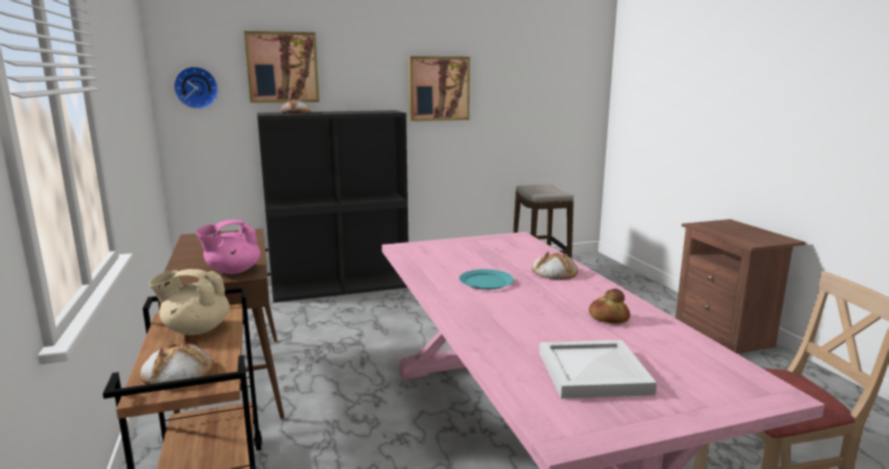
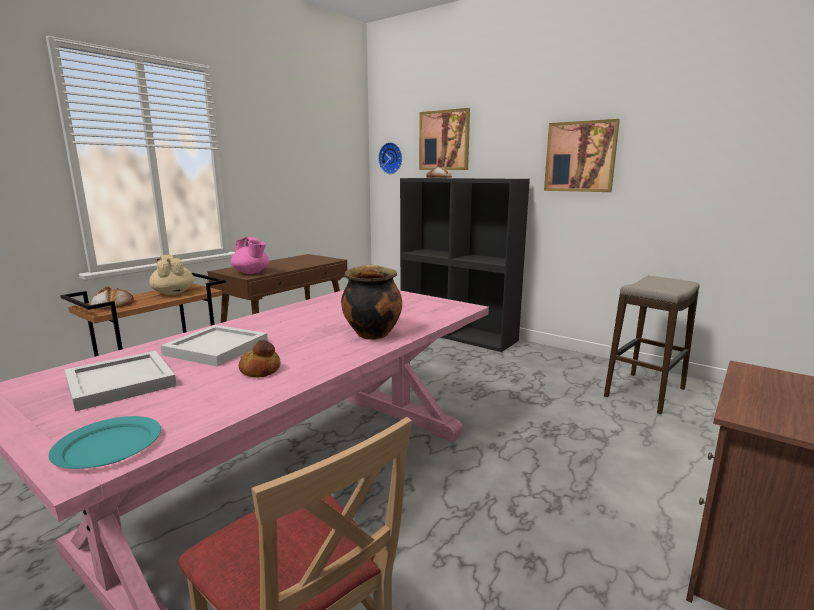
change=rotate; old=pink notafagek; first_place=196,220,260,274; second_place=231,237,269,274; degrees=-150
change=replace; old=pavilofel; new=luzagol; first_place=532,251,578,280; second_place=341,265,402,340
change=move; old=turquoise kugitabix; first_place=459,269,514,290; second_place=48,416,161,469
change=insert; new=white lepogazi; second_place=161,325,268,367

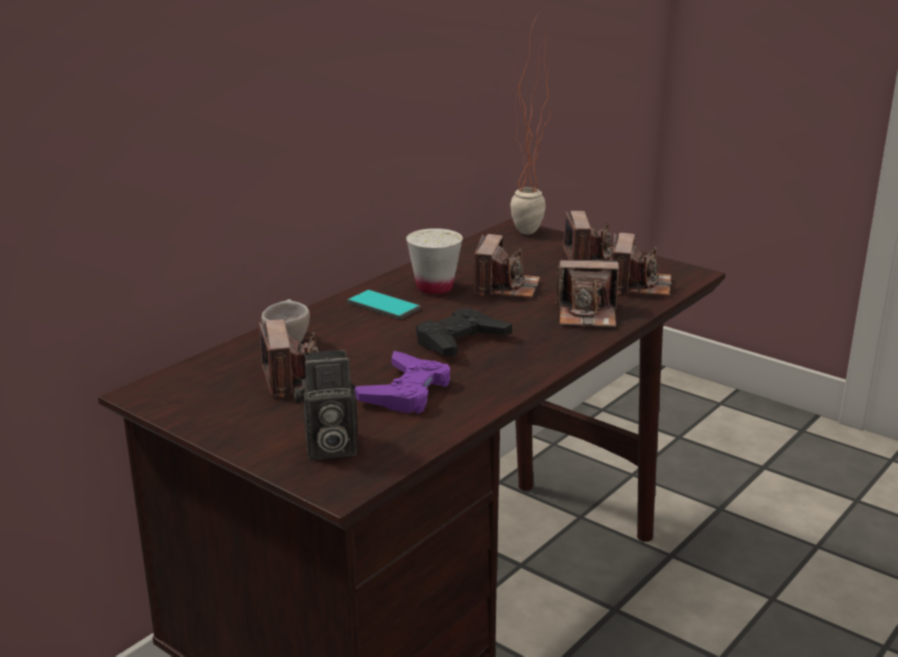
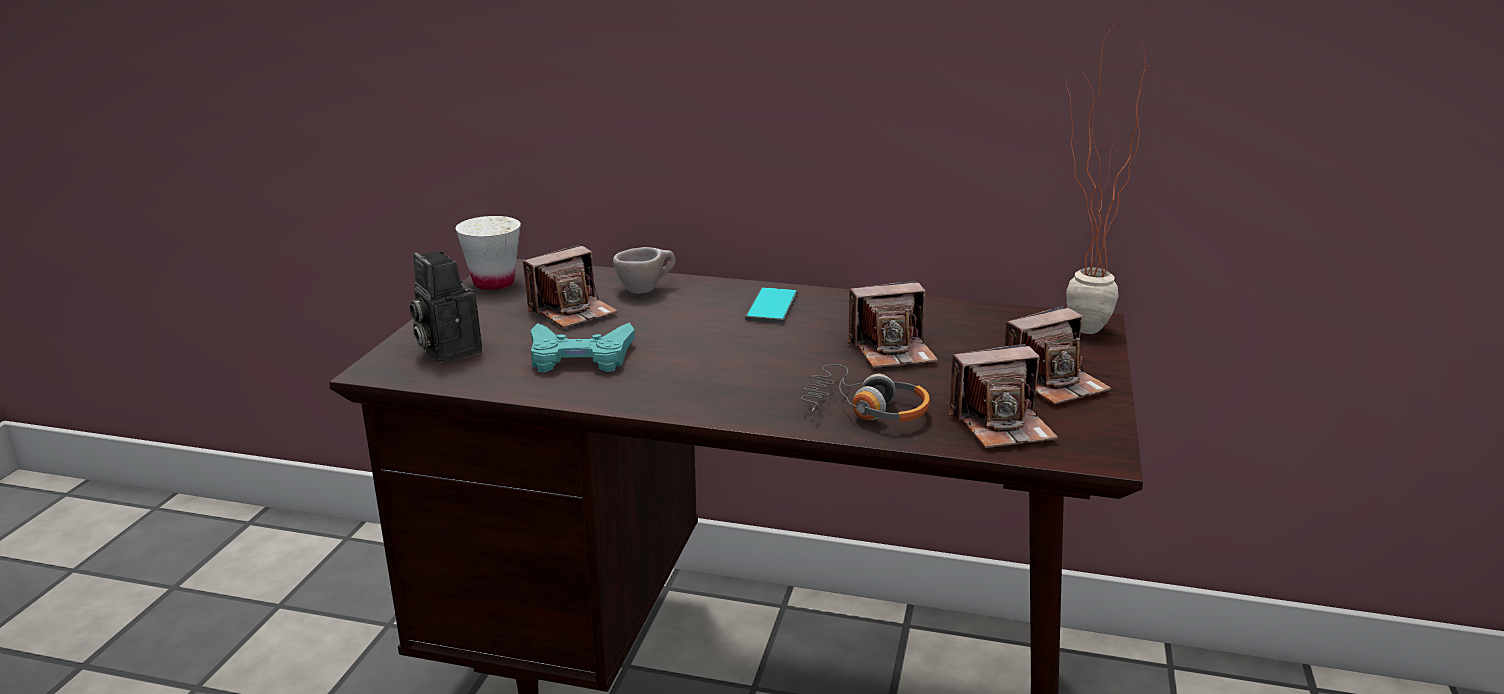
change=move; old=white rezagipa; first_place=406,228,463,295; second_place=455,216,521,290
change=replace; old=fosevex; new=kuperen; first_place=555,260,619,327; second_place=801,364,930,422
change=delete; old=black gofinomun; first_place=416,308,512,357
change=recolor; old=purple gofinomun; new=turquoise gofinomun; first_place=355,351,450,414; second_place=531,323,635,373

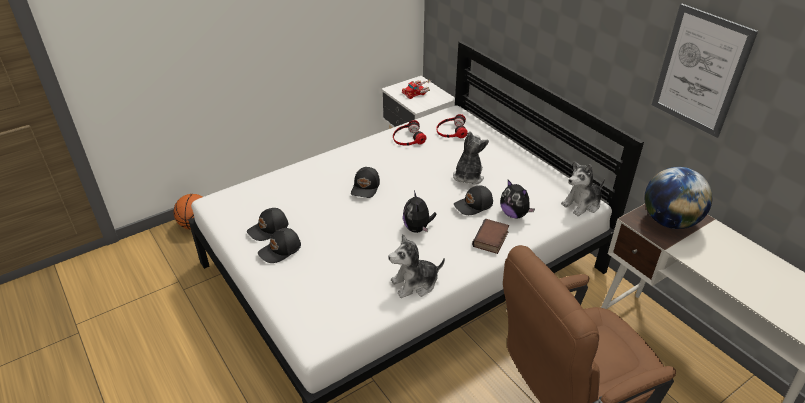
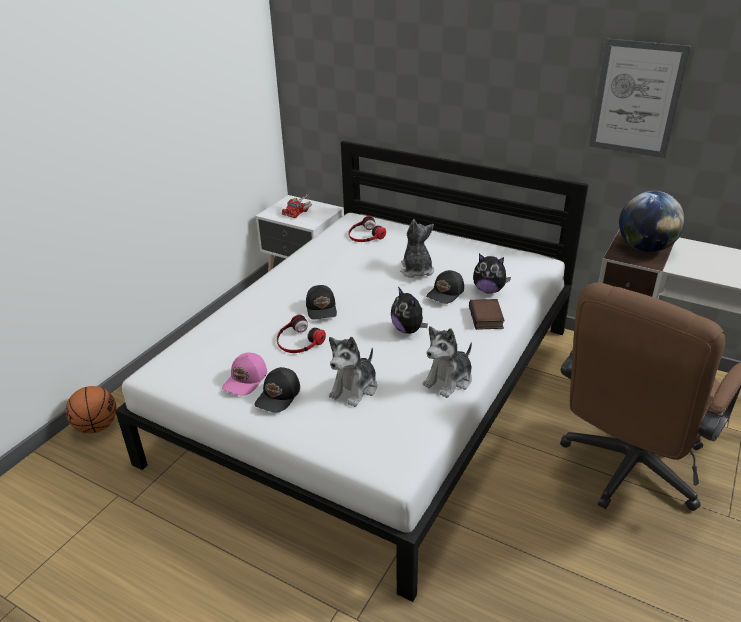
change=move; old=kuperen; first_place=393,120,426,146; second_place=277,315,326,353
change=move; old=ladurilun; first_place=561,161,605,216; second_place=329,337,377,407
change=recolor; old=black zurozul; new=pink zurozul; first_place=247,208,289,241; second_place=222,352,267,396

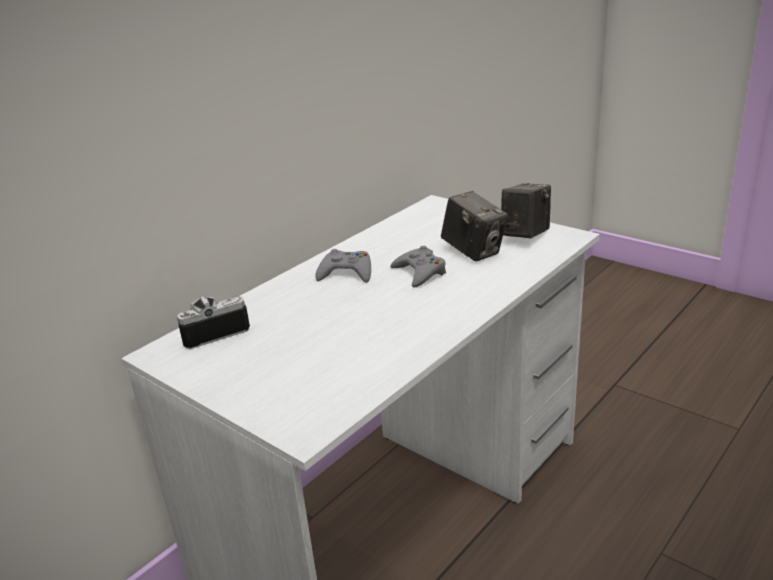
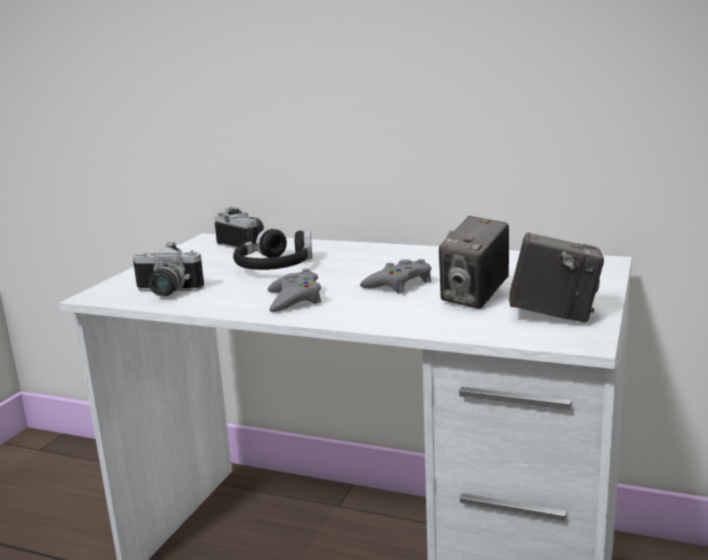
change=move; old=grey gofinomun; first_place=315,249,371,283; second_place=267,269,322,312
change=insert; new=black kuperen; second_place=233,228,312,270
change=insert; new=fosevex; second_place=133,242,204,296

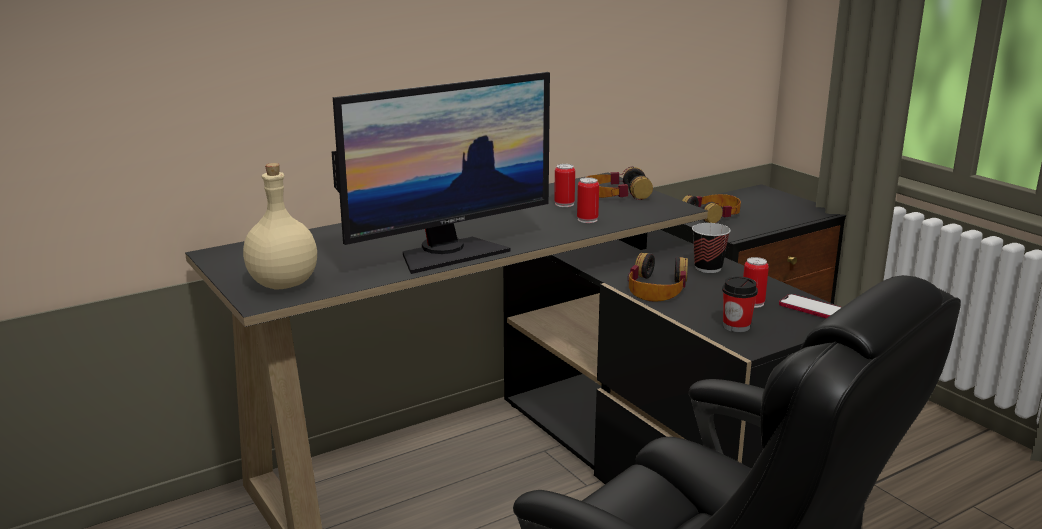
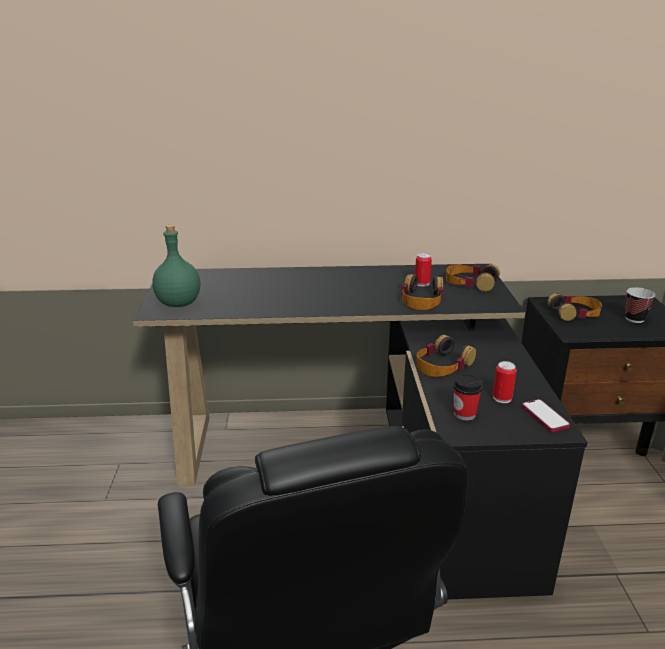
change=delete; old=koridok; first_place=332,72,550,274
change=recolor; old=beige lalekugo; new=green lalekugo; first_place=243,163,317,289; second_place=152,225,200,307
change=replace; old=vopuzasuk; new=kuperen; first_place=577,177,599,223; second_place=401,274,443,310
change=move; old=rezagipa; first_place=692,223,731,273; second_place=625,287,655,323

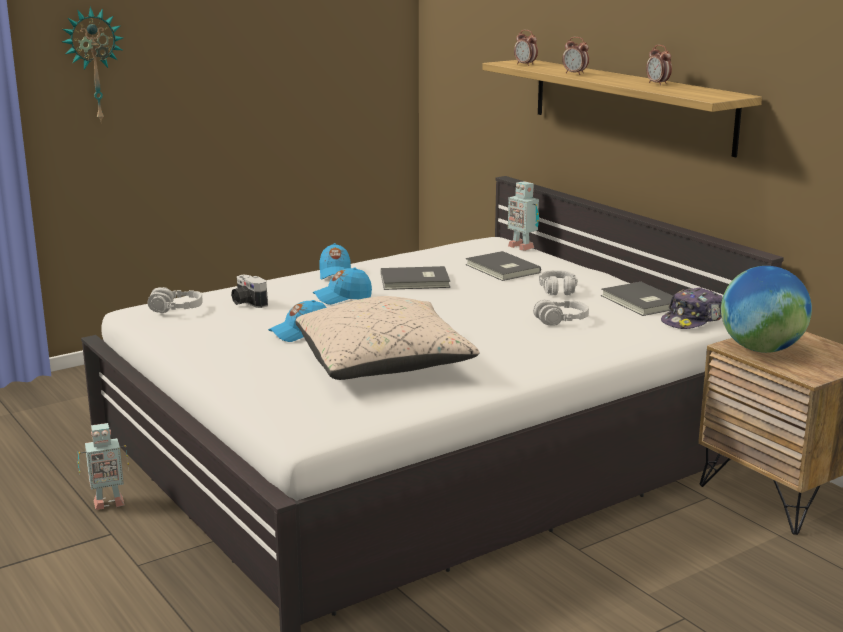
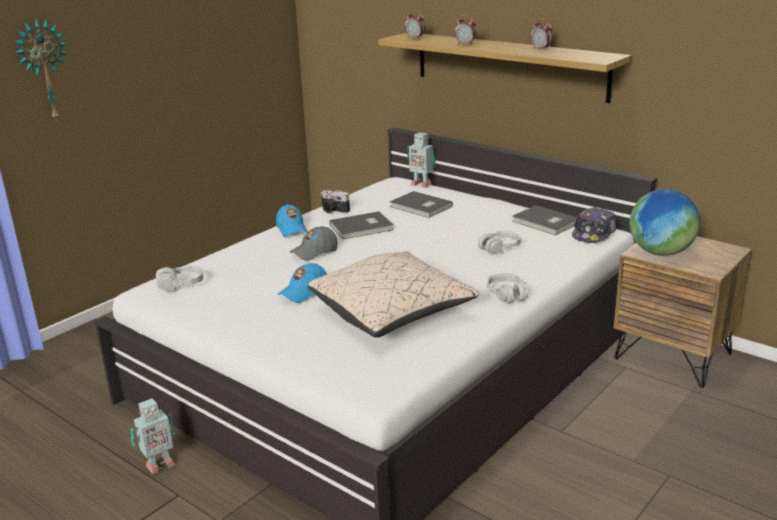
change=recolor; old=blue zurozul; new=grey zurozul; first_place=313,268,372,305; second_place=290,226,338,261
change=move; old=grey kuperen; first_place=539,270,578,295; second_place=487,273,528,303
change=move; old=fosevex; first_place=231,275,268,308; second_place=321,190,350,213

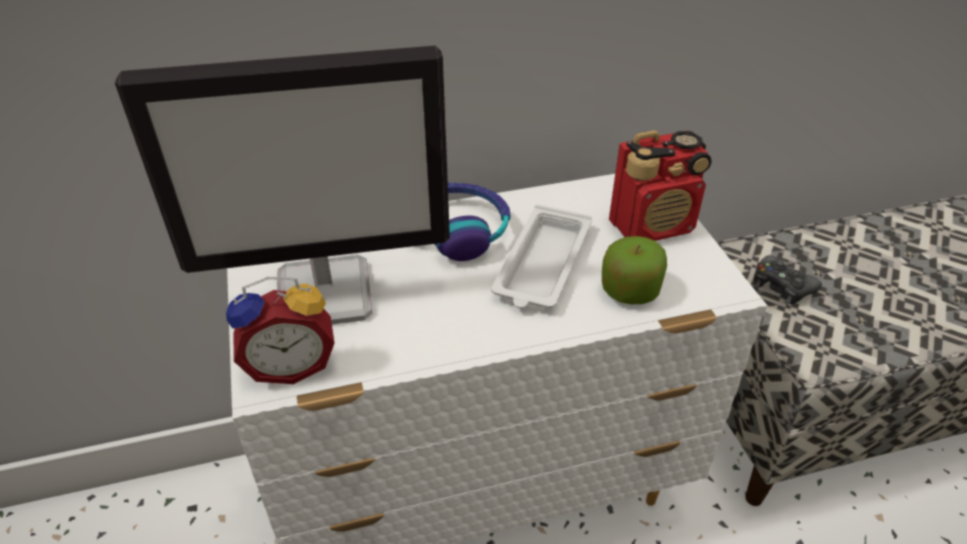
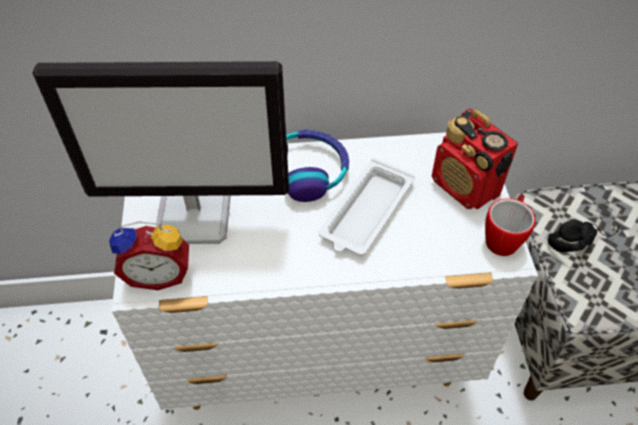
change=rotate; old=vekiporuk; first_place=609,130,712,241; second_place=432,108,518,209; degrees=60
change=delete; old=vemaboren; first_place=602,236,667,304
change=replace; old=black gofinomun; new=black kuperen; first_place=754,255,822,305; second_place=548,220,619,252
change=insert; new=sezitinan; second_place=485,194,535,256

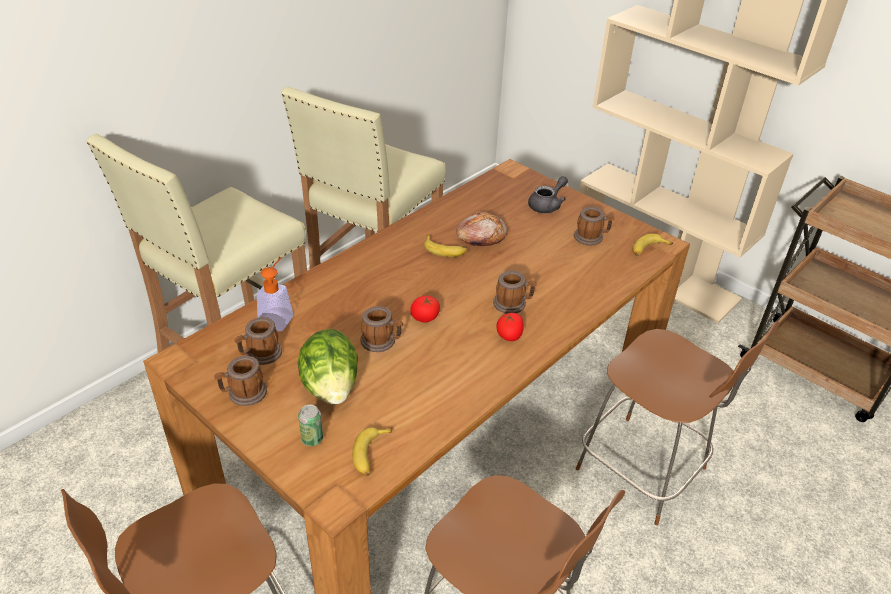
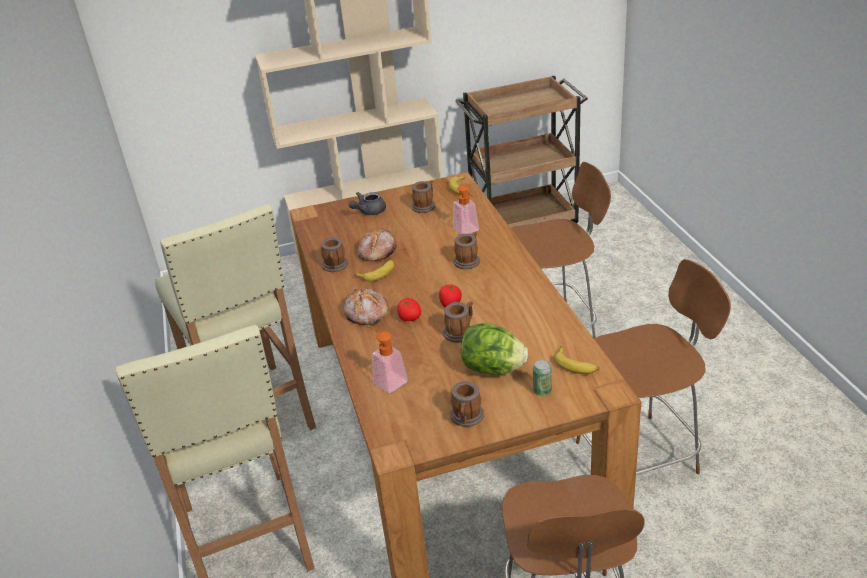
change=rotate; old=grey notafagek; first_place=528,176,568,213; second_place=349,192,386,215; degrees=-120
change=move; old=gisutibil; first_place=496,313,524,341; second_place=397,298,421,321
change=move; old=sezitinan; first_place=235,317,282,365; second_place=321,238,348,272
change=insert; new=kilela; second_place=453,185,479,234
change=insert; new=pavilofel; second_place=343,288,389,325

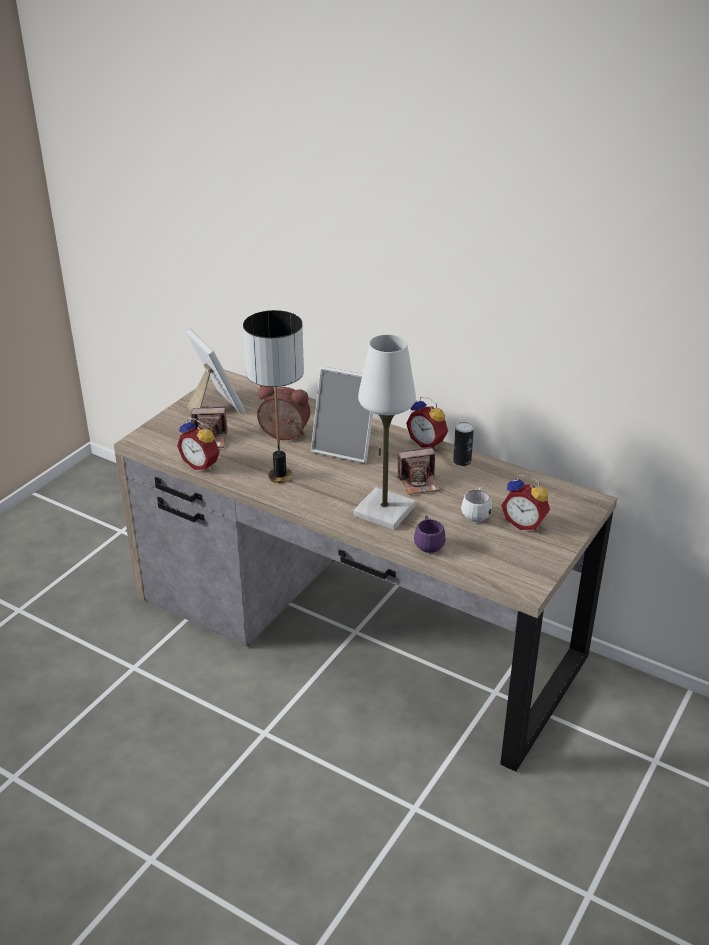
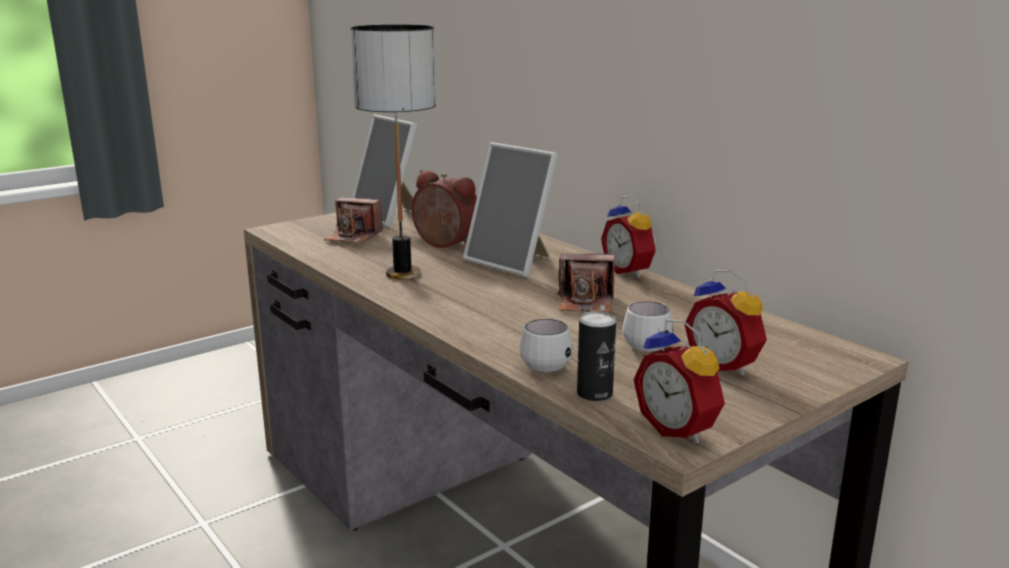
change=rotate; old=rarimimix; first_place=186,329,245,414; second_place=352,114,418,227; degrees=150
change=delete; old=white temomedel; first_place=354,334,416,530
change=move; old=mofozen; first_place=177,418,220,471; second_place=633,319,725,444
change=move; old=vopuzasuk; first_place=453,422,474,466; second_place=577,311,616,401
change=recolor; old=purple sezitinan; new=white sezitinan; first_place=414,515,446,553; second_place=519,319,573,372

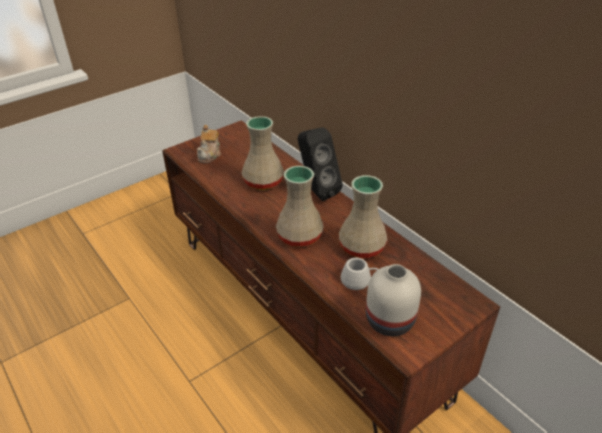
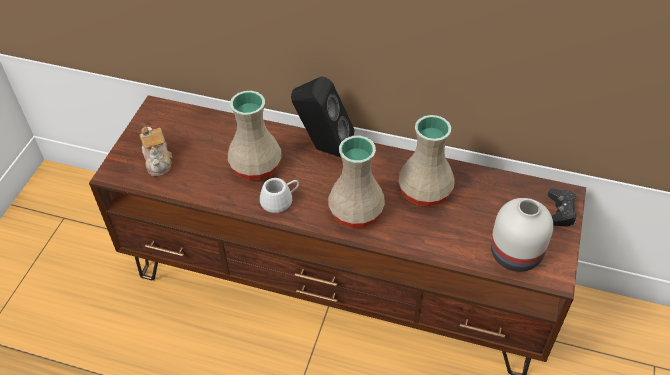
change=move; old=white sezitinan; first_place=341,258,378,290; second_place=260,178,299,213
change=insert; new=black gofinomun; second_place=548,188,577,227

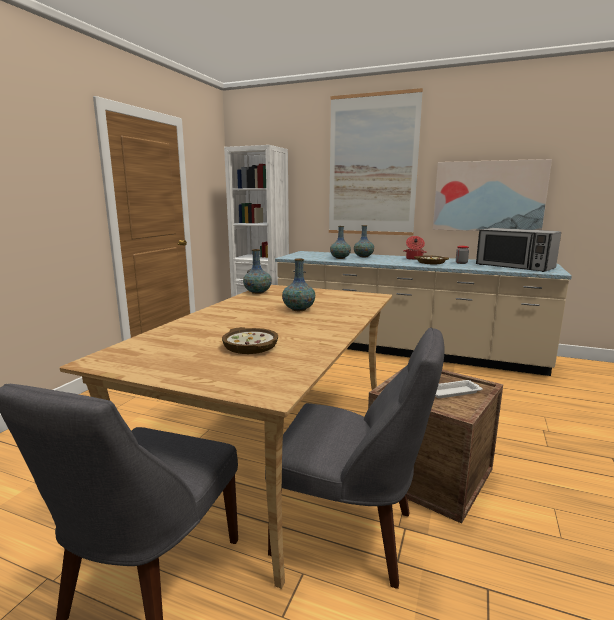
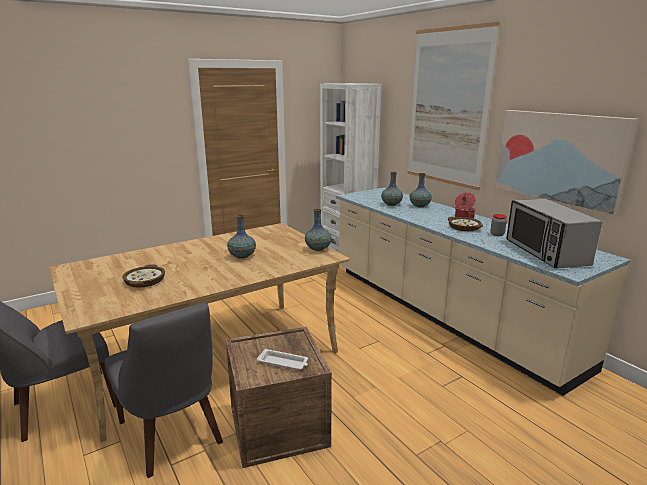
change=move; old=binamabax; first_place=243,249,272,294; second_place=305,209,332,251

